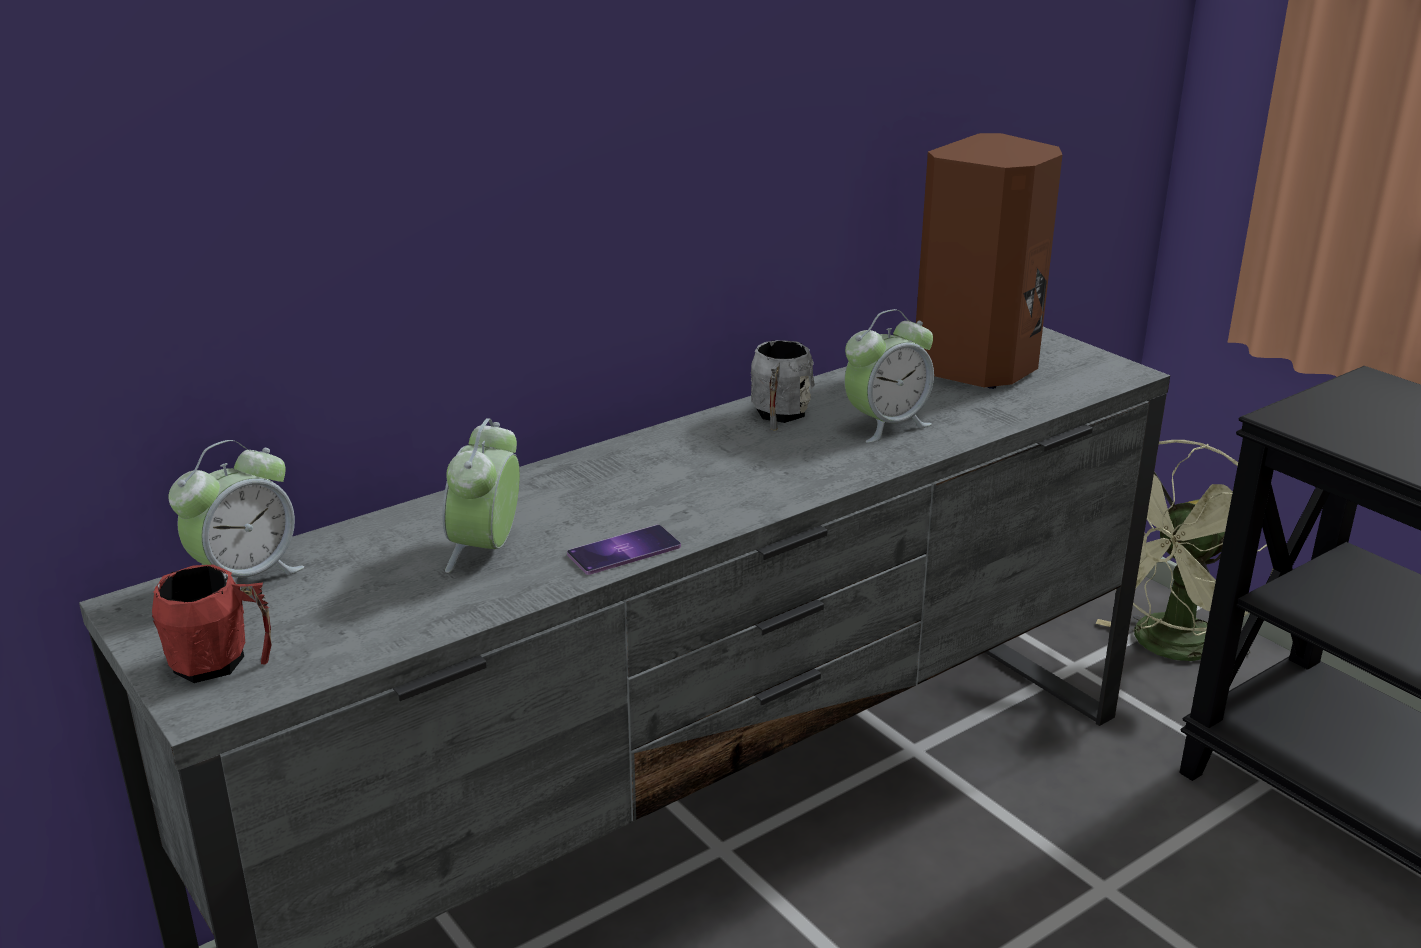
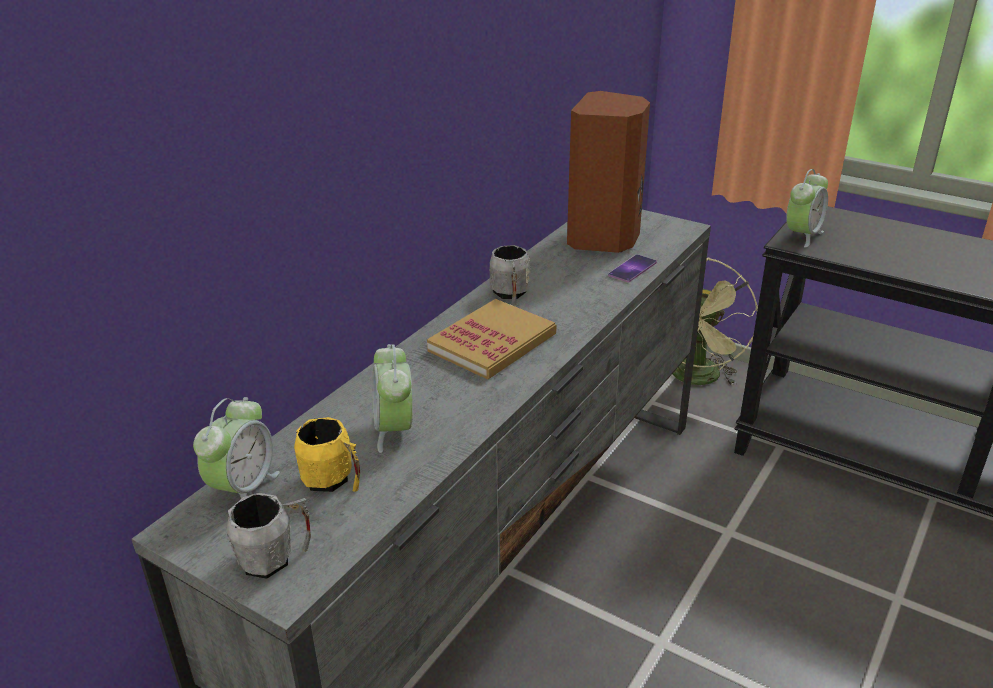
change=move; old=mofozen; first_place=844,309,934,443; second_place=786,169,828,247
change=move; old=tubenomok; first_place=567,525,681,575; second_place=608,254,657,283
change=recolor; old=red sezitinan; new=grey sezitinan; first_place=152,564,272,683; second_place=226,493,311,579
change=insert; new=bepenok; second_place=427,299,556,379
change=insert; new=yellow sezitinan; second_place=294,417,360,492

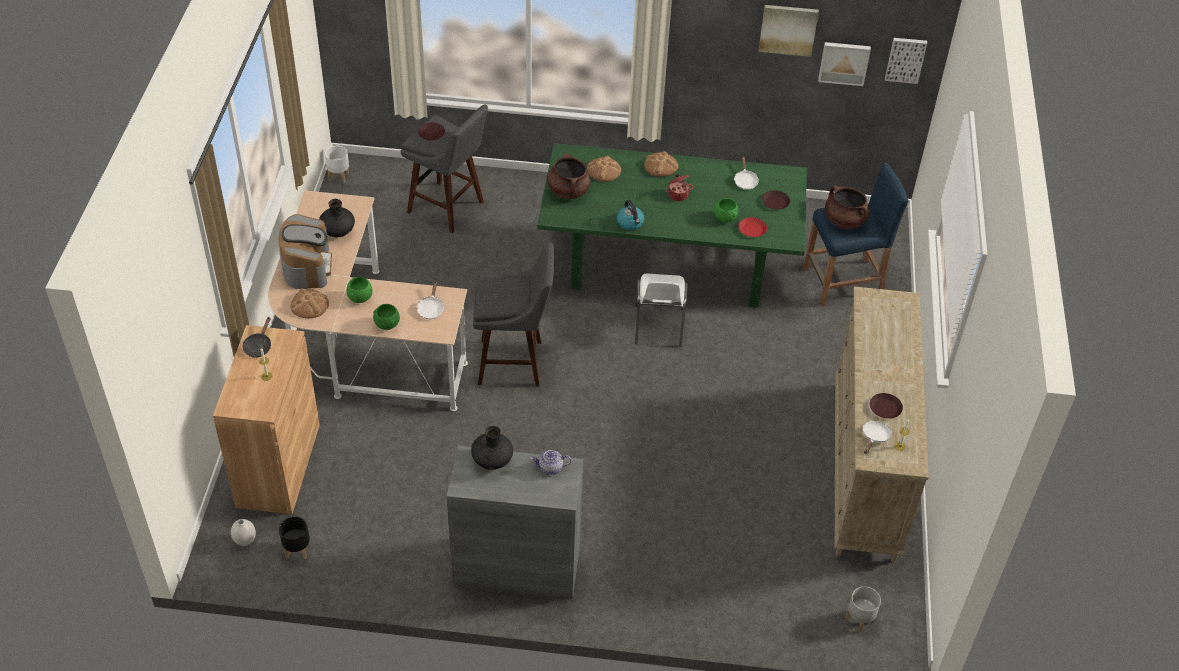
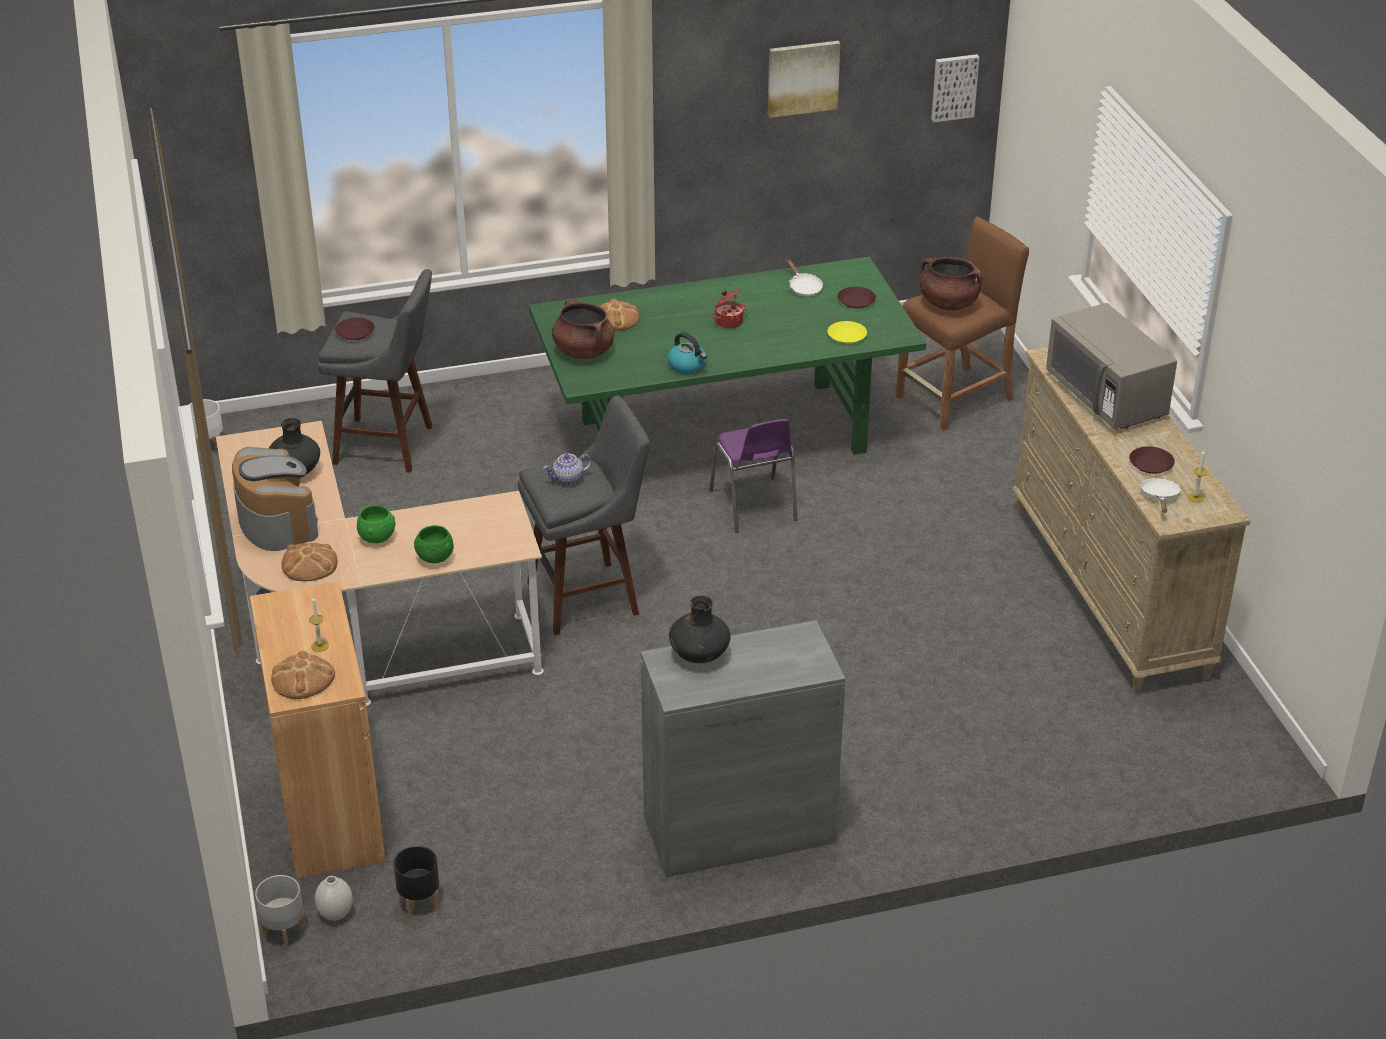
change=delete; old=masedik; first_place=818,42,871,86
change=move; old=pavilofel; first_place=644,151,679,177; second_place=271,651,335,699
change=recolor; old=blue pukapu; new=brown pukapu; first_place=803,163,909,306; second_place=896,217,1029,431
change=delete; old=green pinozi; first_place=714,198,738,222
change=recolor; old=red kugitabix; new=yellow kugitabix; first_place=738,217,767,237; second_place=828,321,867,344
change=recolor; old=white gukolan; new=purple gukolan; first_place=635,274,688,347; second_place=709,419,797,533
change=delete; old=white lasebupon; first_place=417,281,444,319
change=delete; old=black lasebupon; first_place=242,317,271,358
change=move; old=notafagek; first_place=531,450,571,475; second_place=543,454,592,485
change=move; old=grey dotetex; first_place=845,586,881,633; second_place=255,875,306,949
change=insert; new=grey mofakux; second_place=1046,303,1177,429

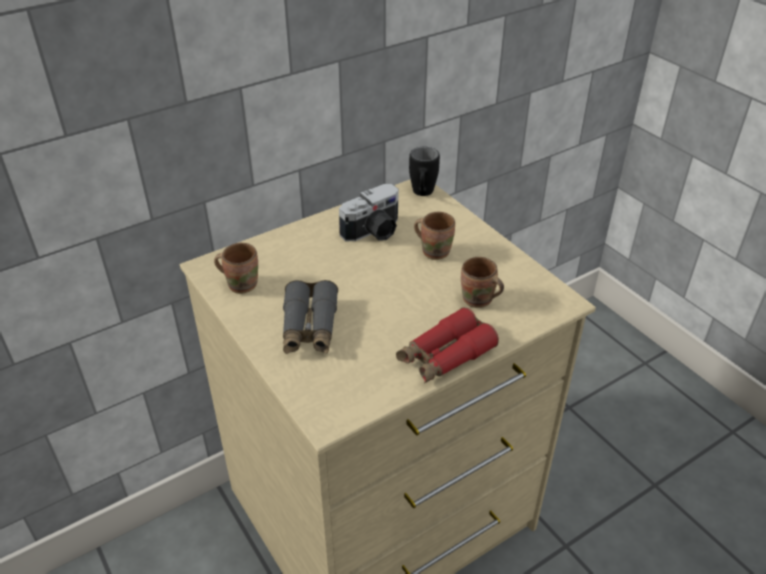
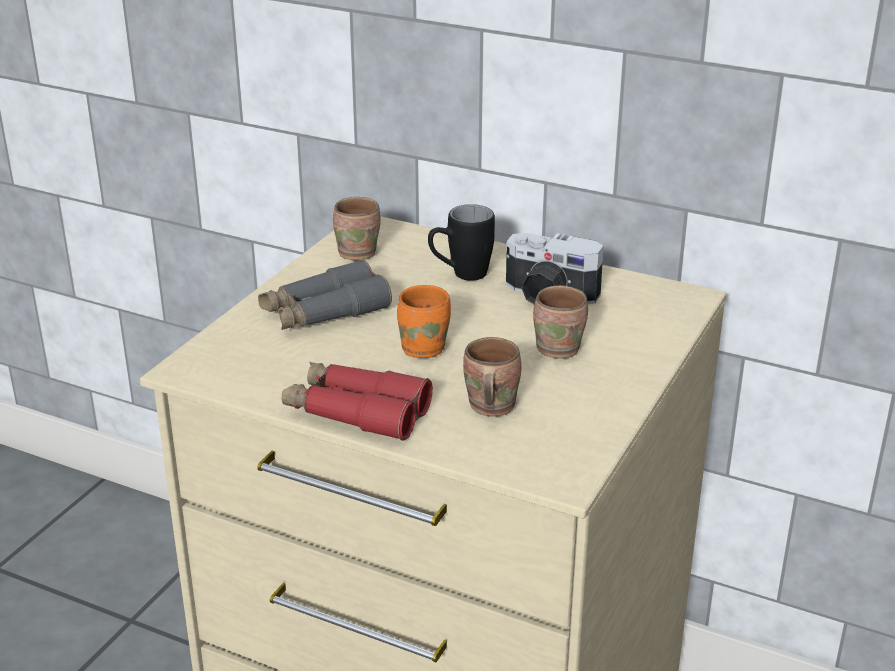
change=move; old=black sezitinan; first_place=409,147,440,196; second_place=428,204,495,281
change=insert; new=orange sezitinan; second_place=397,285,451,358

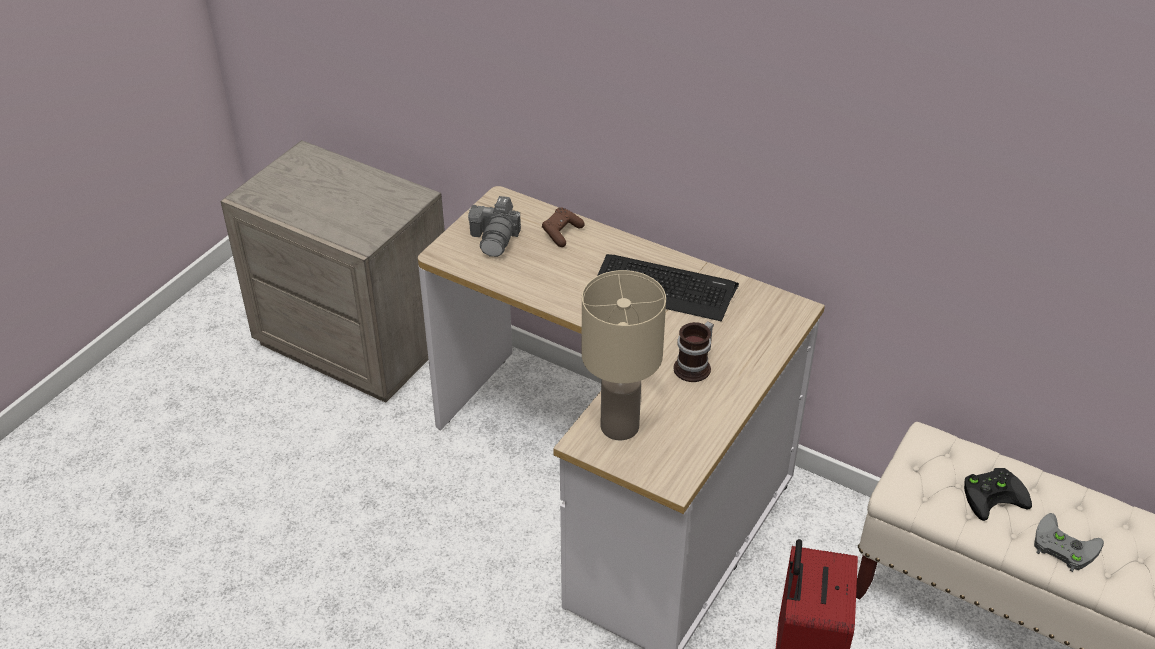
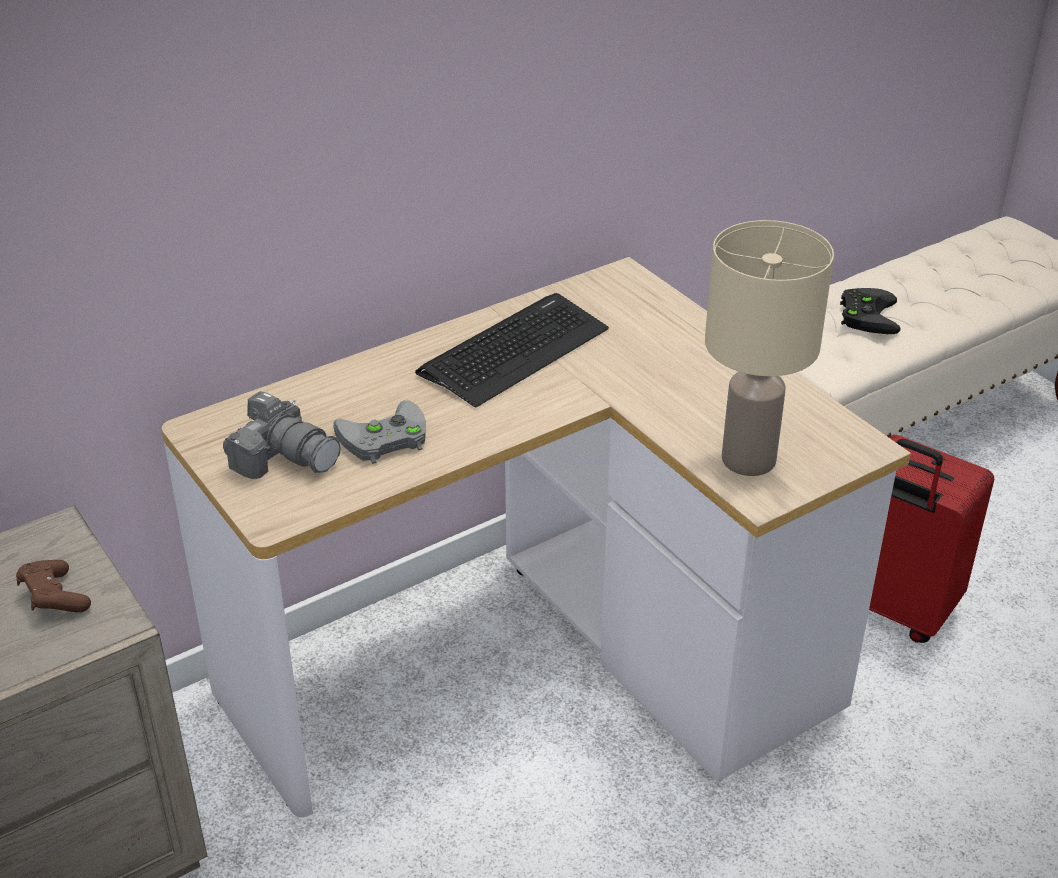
change=move; old=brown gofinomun; first_place=542,207,585,247; second_place=16,560,91,613
change=delete; old=sezitinan; first_place=673,321,714,382
change=move; old=grey gofinomun; first_place=1034,513,1104,572; second_place=333,400,426,464

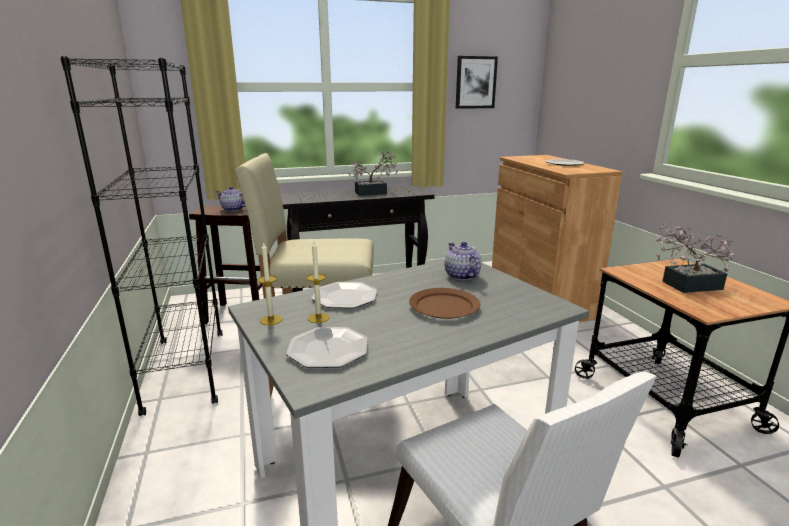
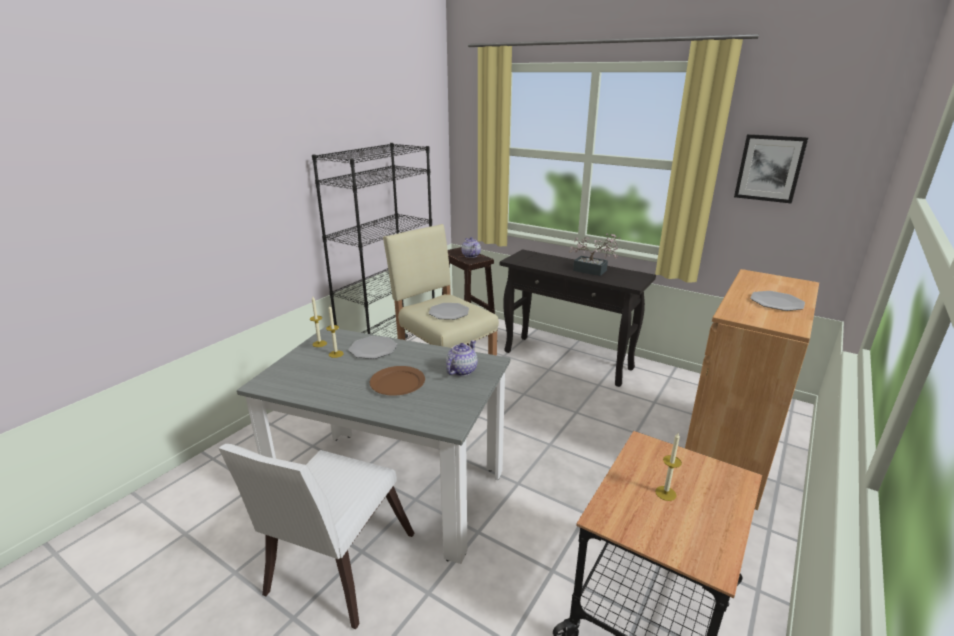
change=replace; old=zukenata; new=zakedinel; first_place=655,222,734,293; second_place=655,433,682,501
change=move; old=kugitabix; first_place=286,327,368,368; second_place=429,303,469,320

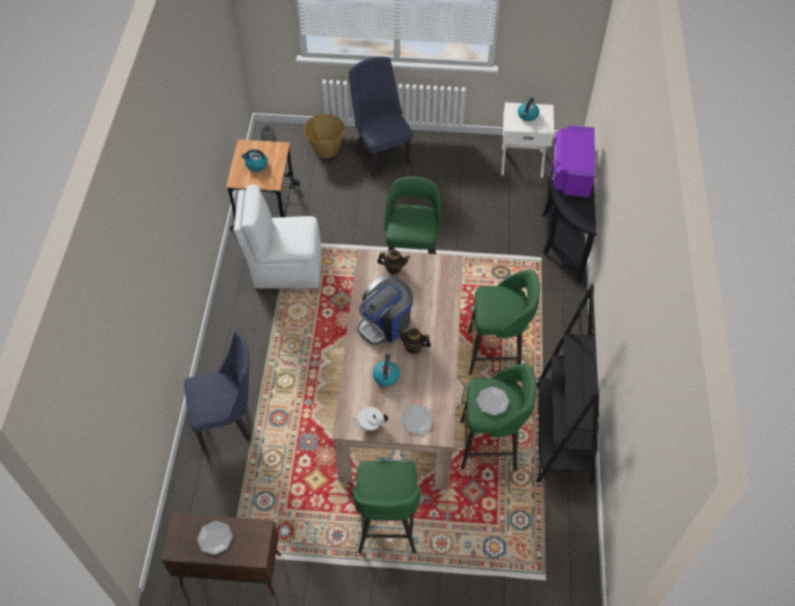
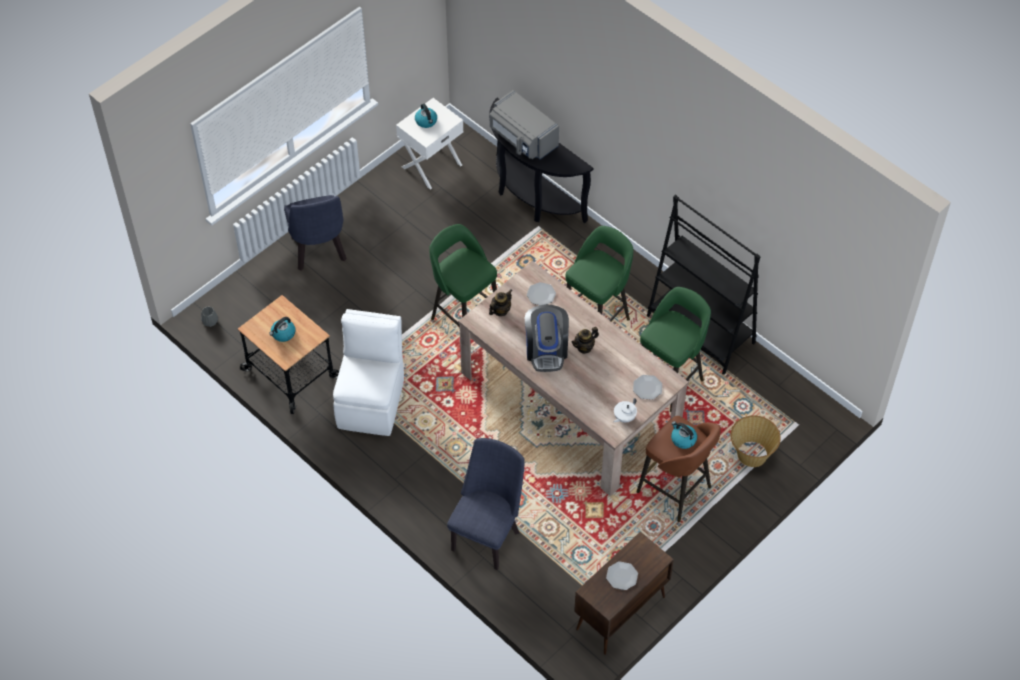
change=rotate; old=blue gukolan; first_place=349,57,413,178; second_place=284,195,347,271; degrees=-120
change=move; old=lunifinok; first_place=304,114,345,158; second_place=730,415,781,467
change=recolor; old=purple mofakux; new=grey mofakux; first_place=549,125,595,198; second_place=490,90,559,160
change=rotate; old=white gukolan; first_place=234,184,321,288; second_place=333,309,404,436; degrees=150
change=move; old=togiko; first_place=373,354,400,386; second_place=671,421,697,449
change=move; old=kugitabix; first_place=477,386,509,415; second_place=527,282,556,305
change=recolor; old=green pukapu; new=brown pukapu; first_place=353,461,421,554; second_place=637,416,721,522

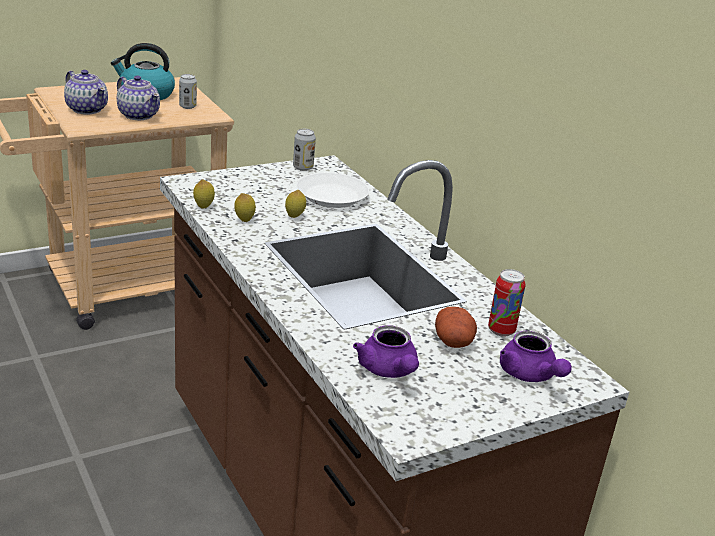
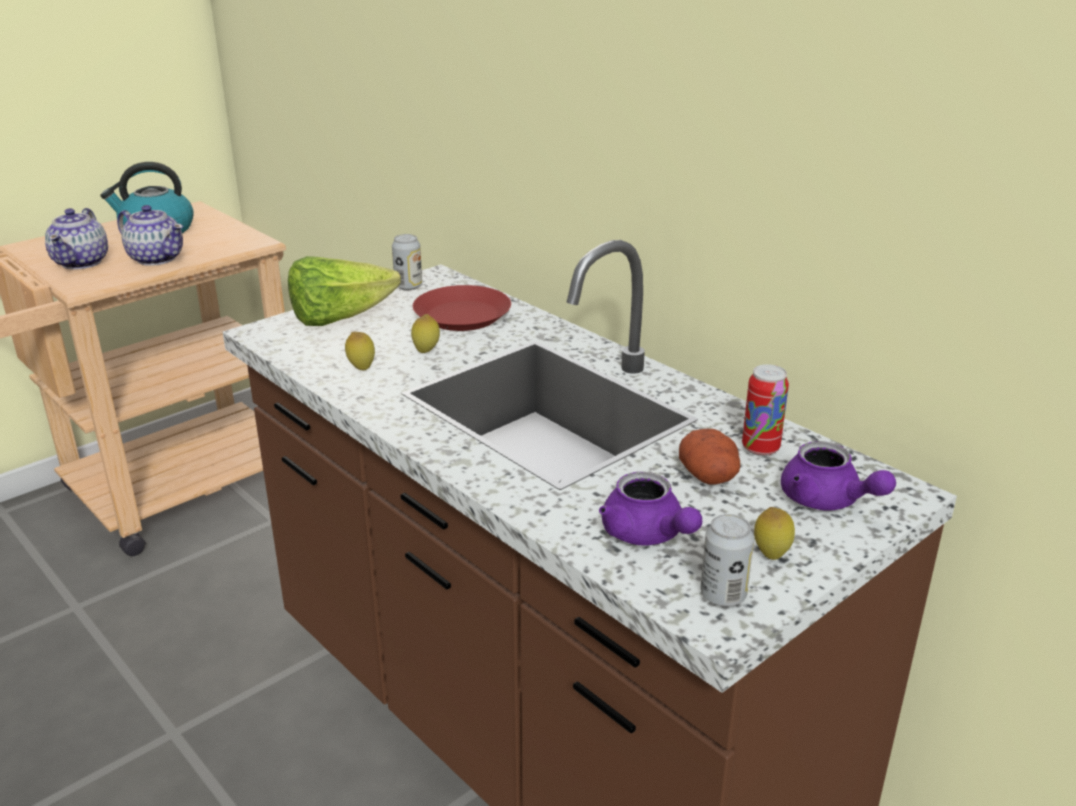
change=rotate; old=notafagek; first_place=64,70,108,115; second_place=45,208,108,270; degrees=60
change=move; old=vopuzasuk; first_place=179,74,197,109; second_place=700,514,754,607
change=recolor; old=white kugitabix; new=red kugitabix; first_place=296,173,369,208; second_place=413,285,511,331
change=move; old=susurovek; first_place=193,179,215,209; second_place=754,507,795,560
change=insert; new=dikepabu; second_place=288,256,401,326

